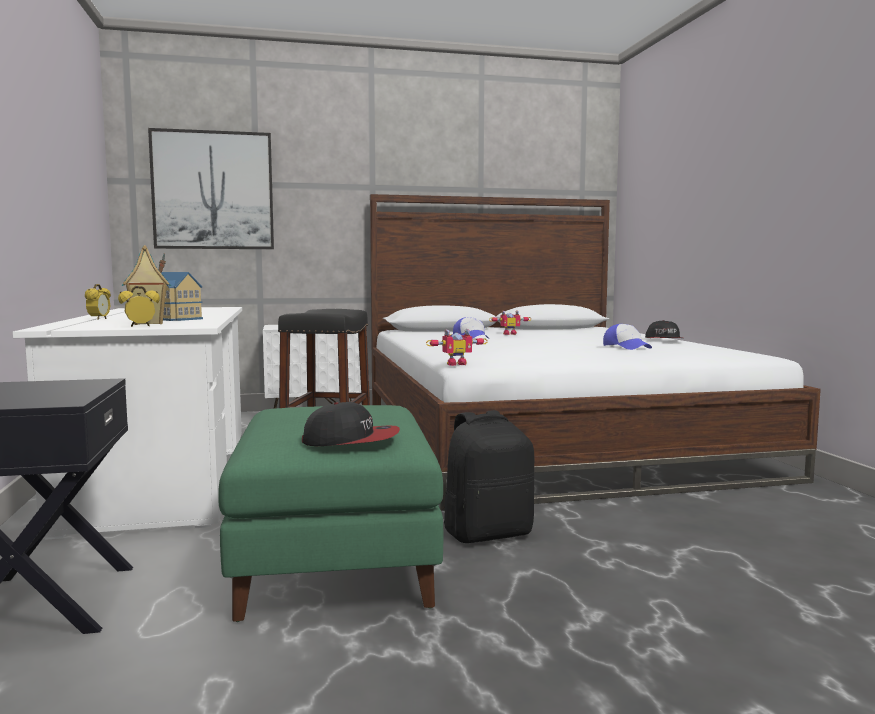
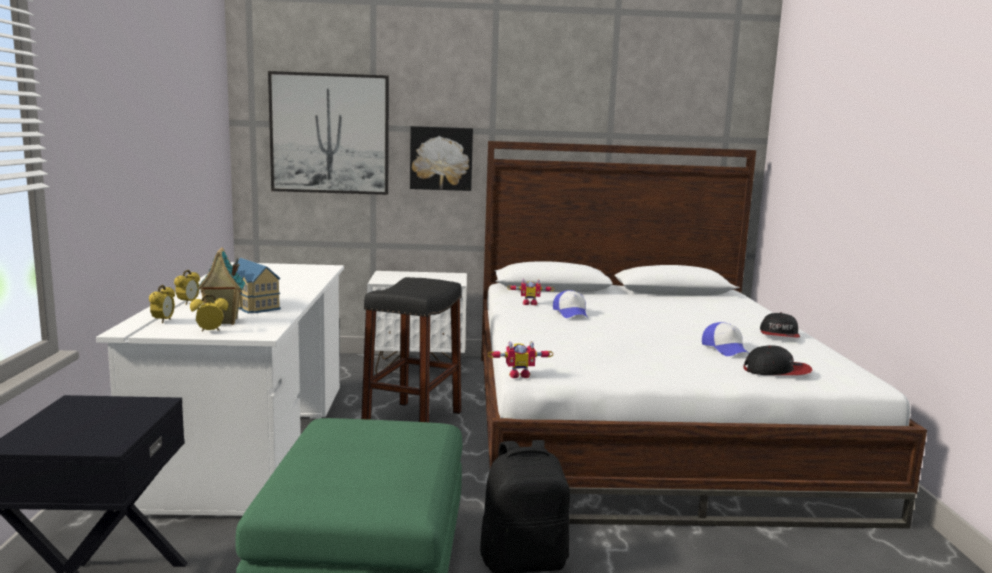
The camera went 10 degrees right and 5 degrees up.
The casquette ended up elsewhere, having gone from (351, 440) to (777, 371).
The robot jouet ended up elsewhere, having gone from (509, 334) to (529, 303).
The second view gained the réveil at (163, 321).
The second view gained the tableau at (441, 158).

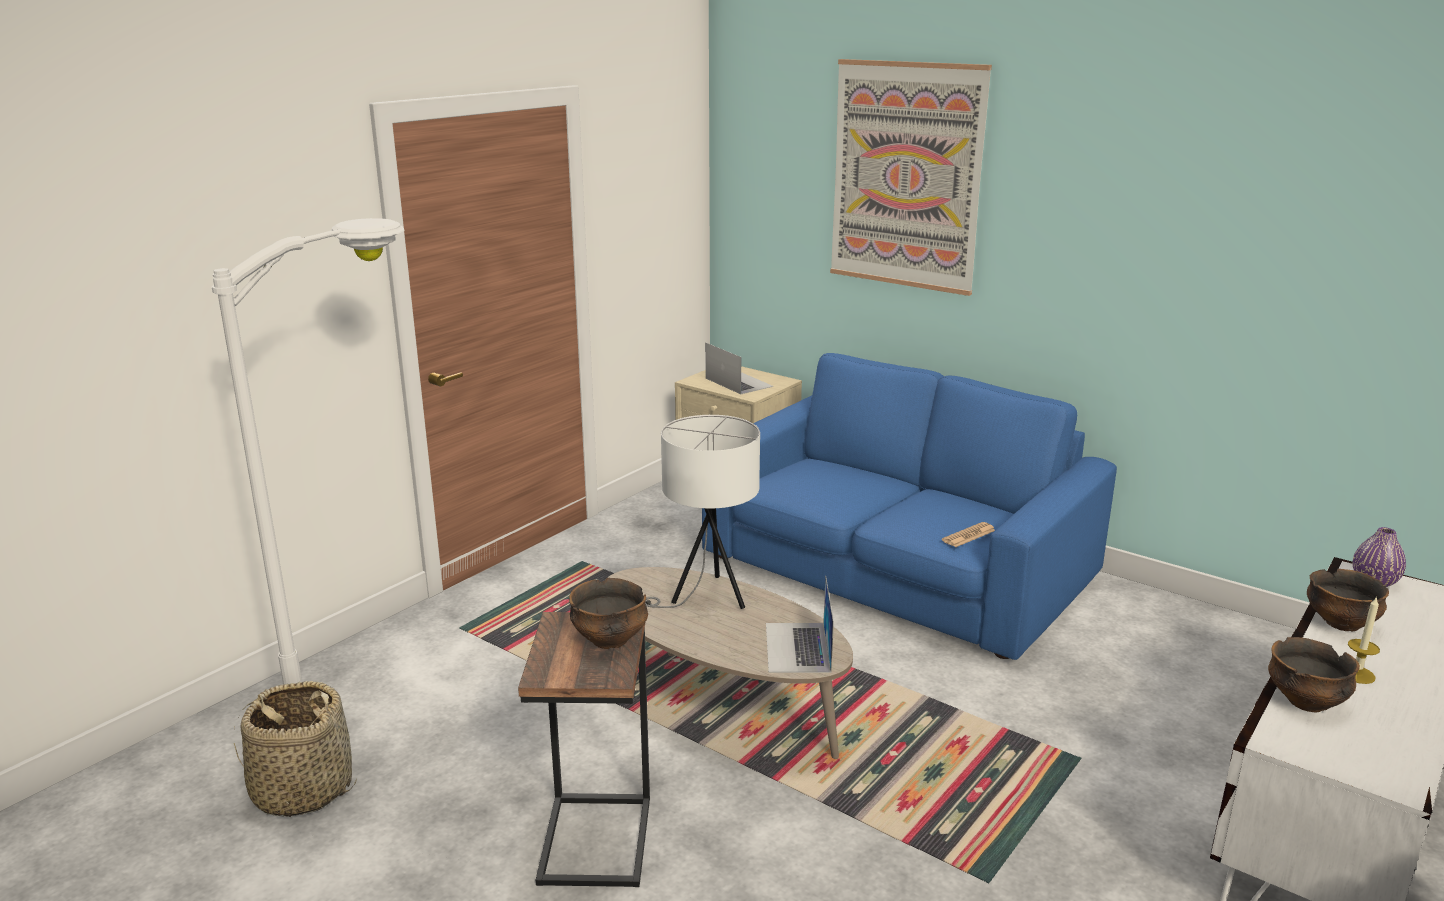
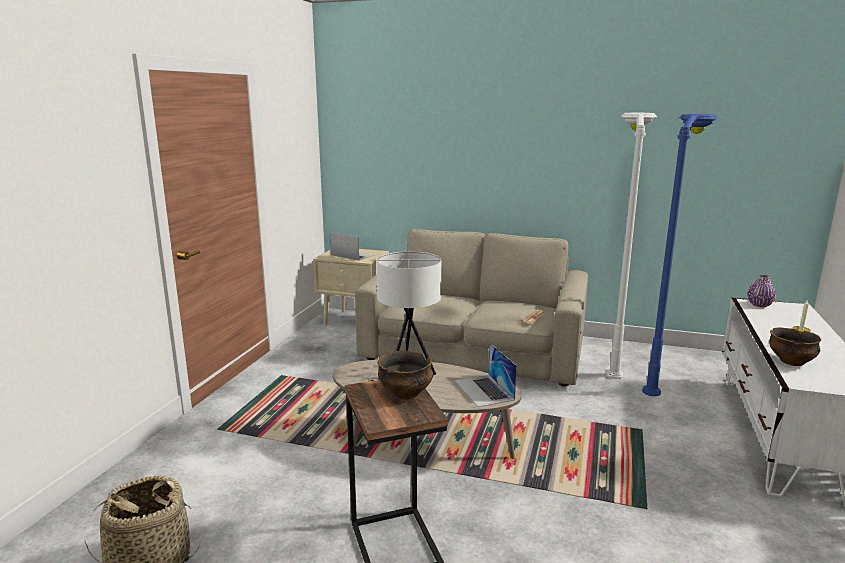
The camera went 20 degrees left and 5 degrees down.
The lampadaire/blanc ended up elsewhere, having gone from (389, 697) to (614, 354).
What was the canapé/bleu at (896, 567) turned into the canapé/beige at (474, 349).
The second view lost the tableau at (906, 176).
The second view lost the bol at (1340, 623).
The second view gained the lampadaire/bleu at (662, 371).

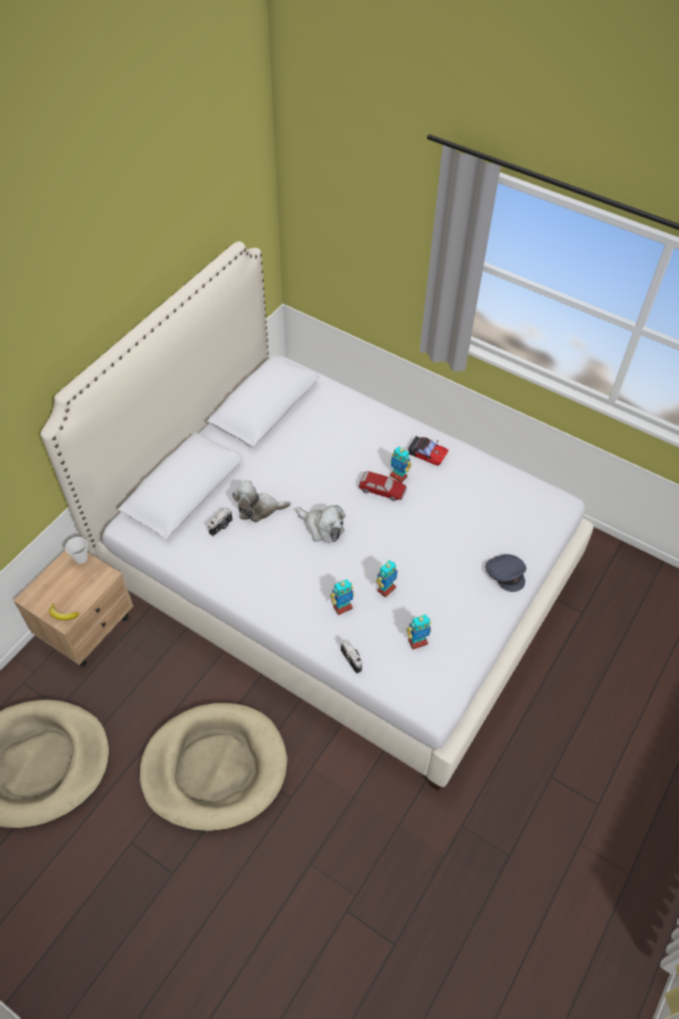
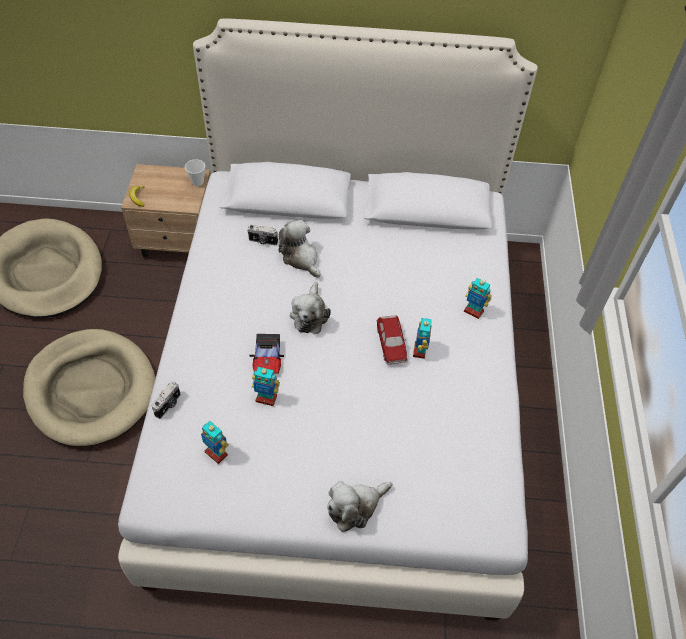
The camera went 60 degrees right and 0 degrees up.
The robot jouet ended up elsewhere, having gone from (342, 607) to (474, 311).
The petite voiture ended up elsewhere, having gone from (427, 453) to (267, 357).
Where the casquette/gris stood at (505, 574), the peluche came to stand at (355, 507).

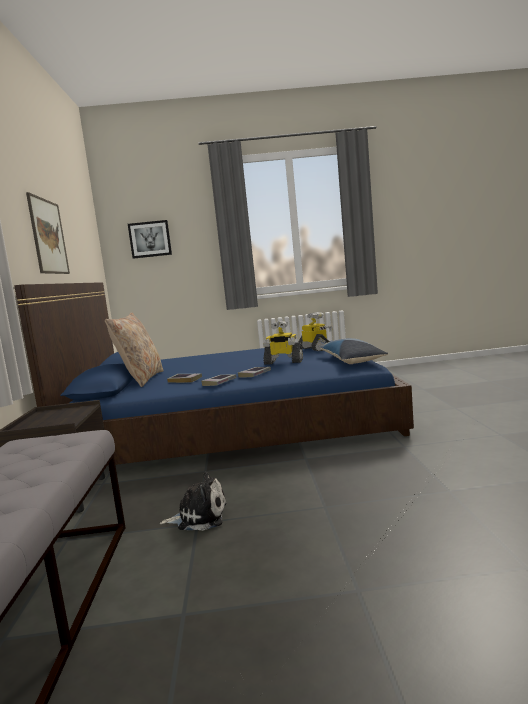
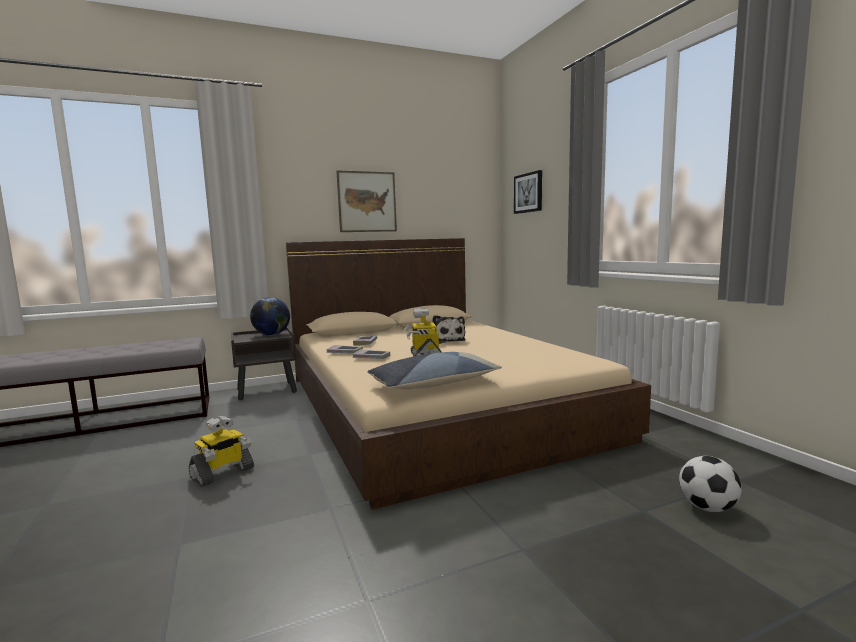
The camera went 70 degrees right and 0 degrees up.
What was the lit/bleu at (234, 419) turned into the lit/beige at (434, 404).
The second view lost the coussin/beige at (141, 379).
The peluche ended up elsewhere, having gone from (199, 517) to (446, 340).
The robot jouet ended up elsewhere, having gone from (316, 348) to (222, 473).
The second view gained the globe at (272, 334).
The second view gained the ballon de foot at (707, 508).

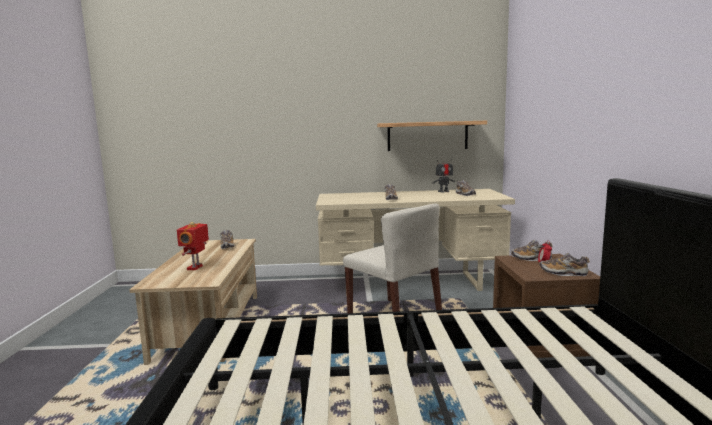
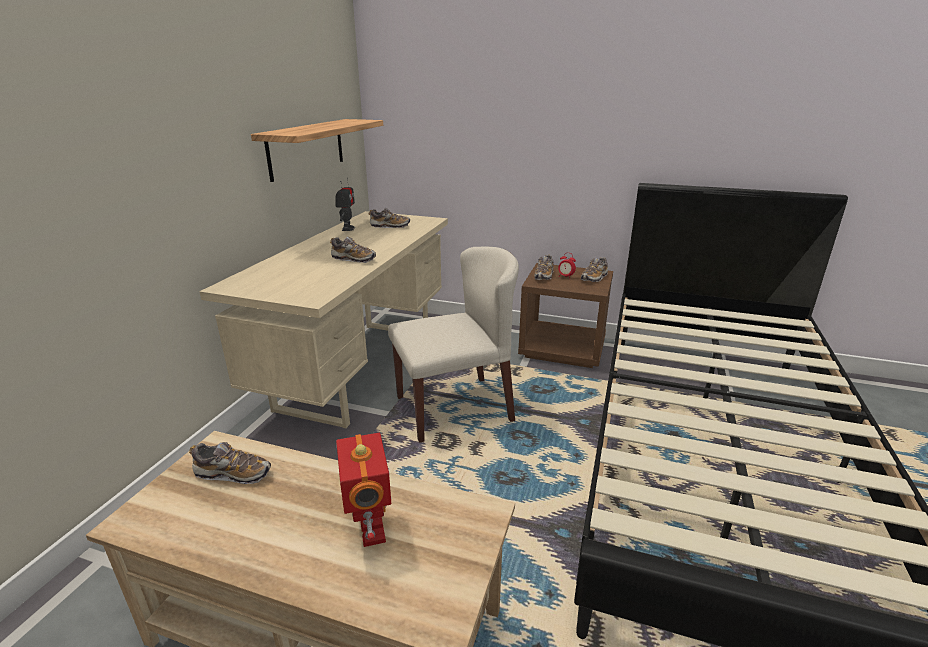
The camera went 70 degrees left and 15 degrees up.
The robot jouet at (196, 267) ended up facing another way, 135 degrees counterclockwise from before.

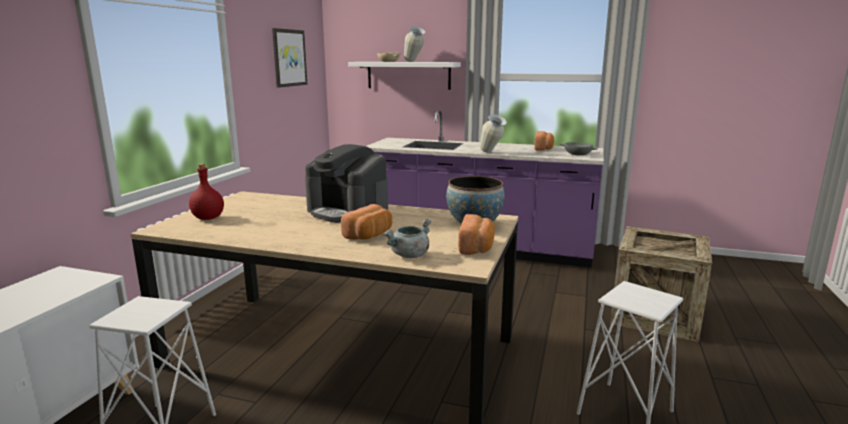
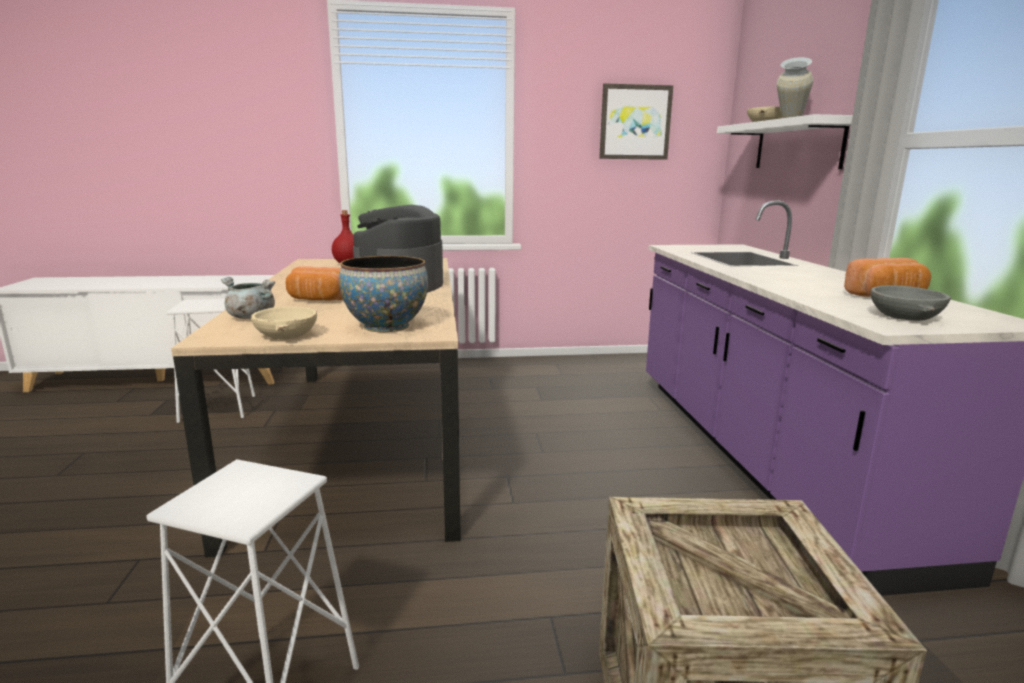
The camera went 65 degrees right and 0 degrees up.
Where the pain stood at (477, 248), the bol/beige came to stand at (285, 335).
The second view lost the vase at (491, 153).

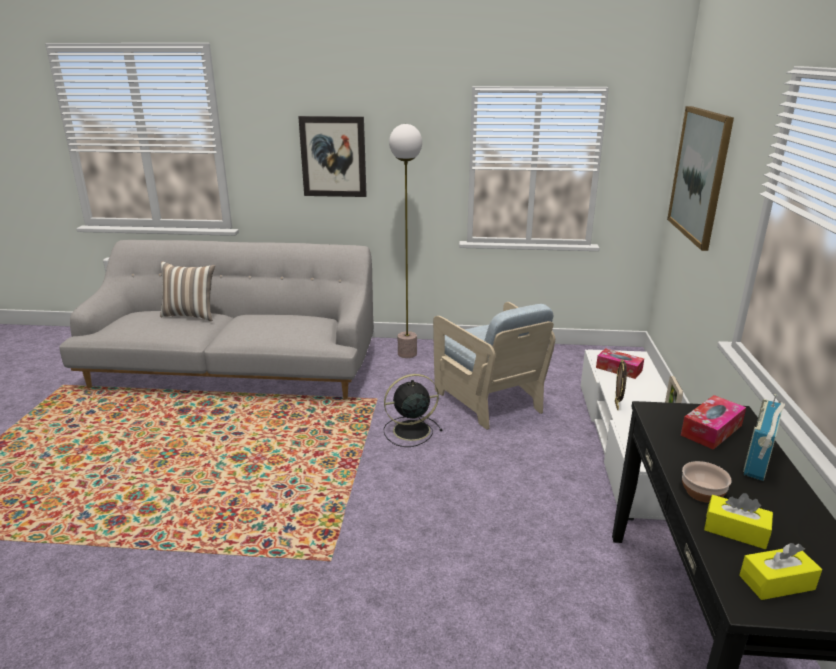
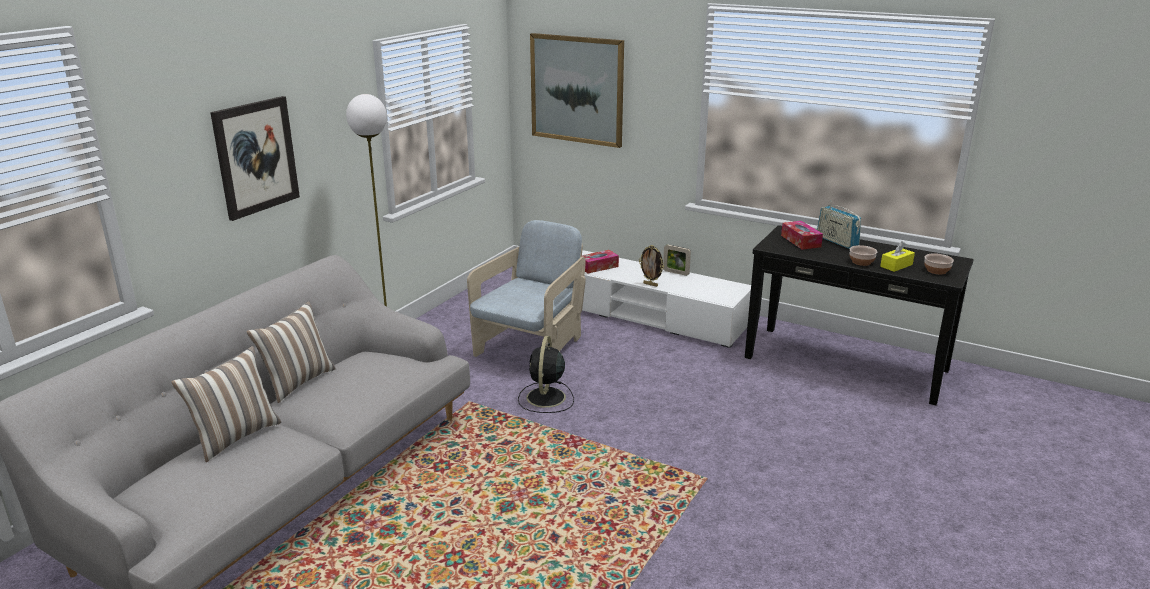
The camera went 65 degrees left and 0 degrees up.
The fauteuil/beige at (489, 400) ended up facing another way, 60 degrees counterclockwise from before.
Where the boîte à mouchoirs/jaune stood at (776, 582), the bol came to stand at (936, 270).
The second view gained the coussin at (297, 382).

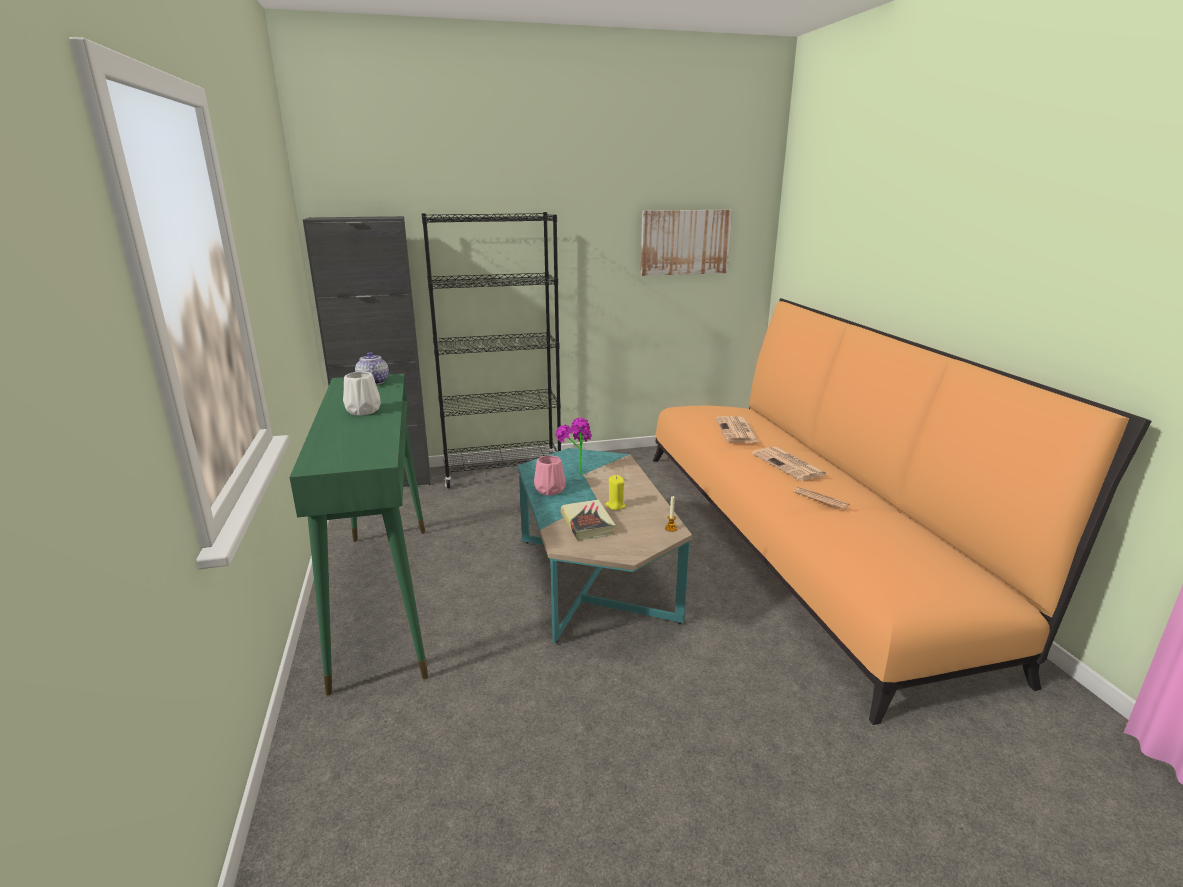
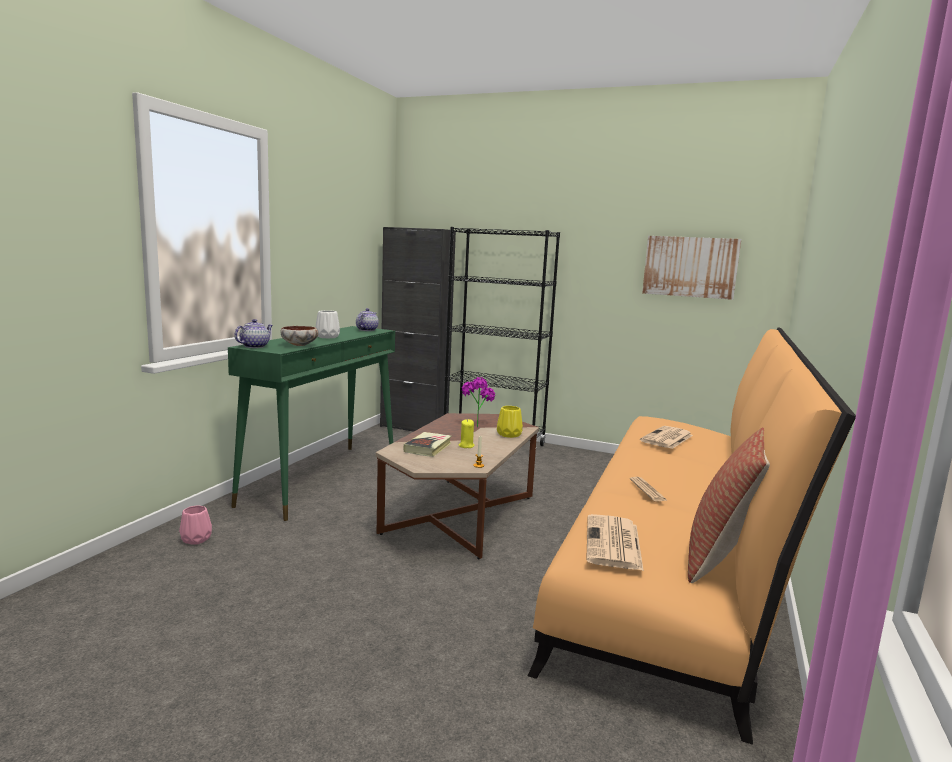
The camera went 35 degrees right and 10 degrees down.
What was the table basse/turquoise at (596, 578) turned into the table basse/marron at (461, 515).
The vase/rose ended up elsewhere, having gone from (550, 490) to (197, 539).
The journal ended up elsewhere, having gone from (789, 465) to (614, 543).
The second view gained the théière at (255, 346).
The second view gained the bol at (300, 345).
The second view gained the vase/jaune at (509, 434).
The second view gained the coussin at (722, 558).

